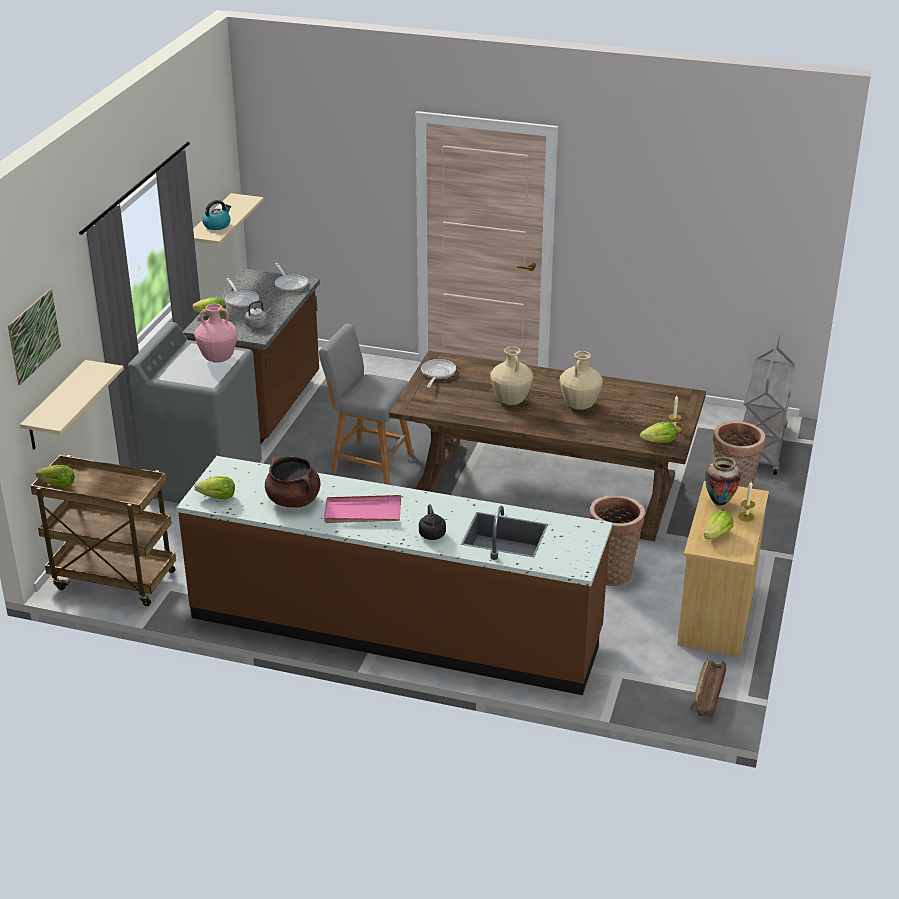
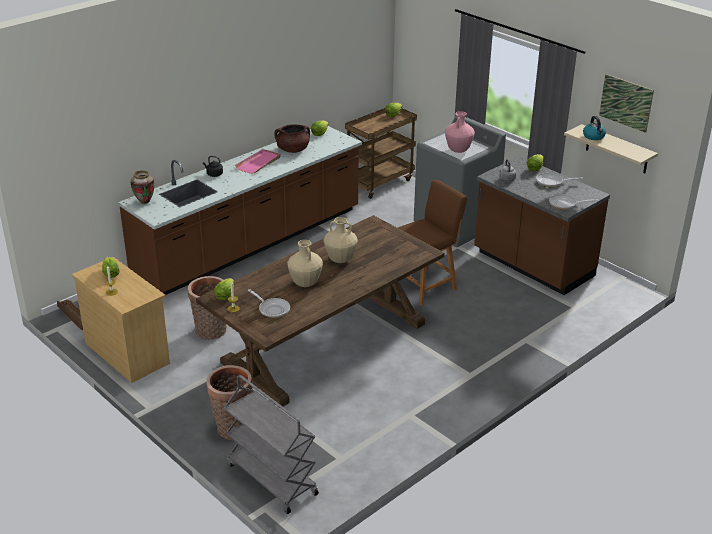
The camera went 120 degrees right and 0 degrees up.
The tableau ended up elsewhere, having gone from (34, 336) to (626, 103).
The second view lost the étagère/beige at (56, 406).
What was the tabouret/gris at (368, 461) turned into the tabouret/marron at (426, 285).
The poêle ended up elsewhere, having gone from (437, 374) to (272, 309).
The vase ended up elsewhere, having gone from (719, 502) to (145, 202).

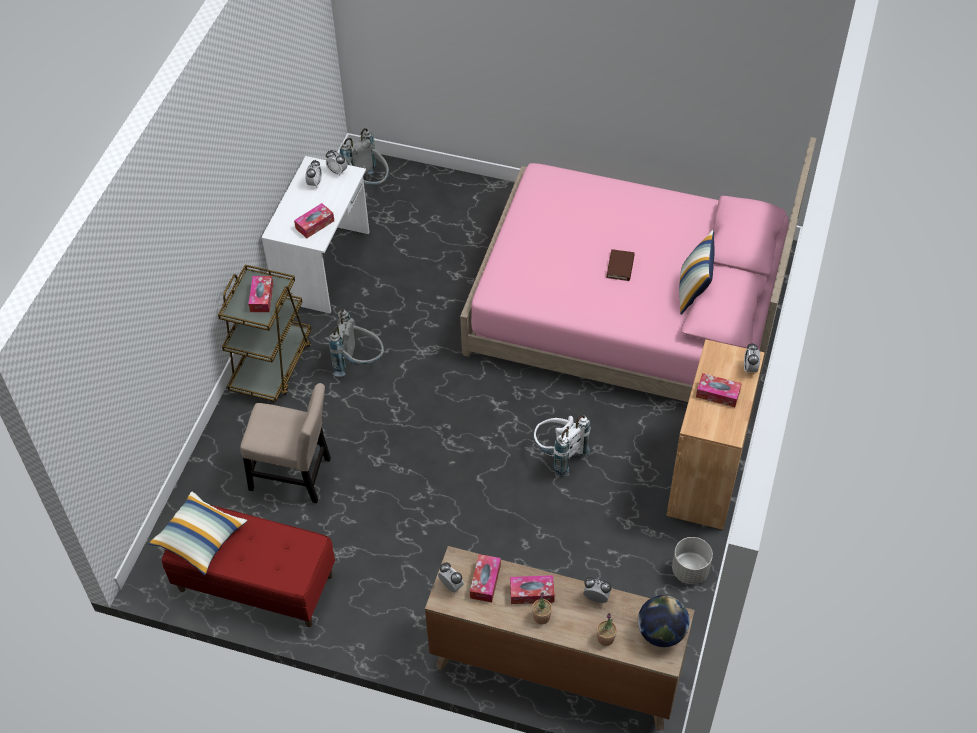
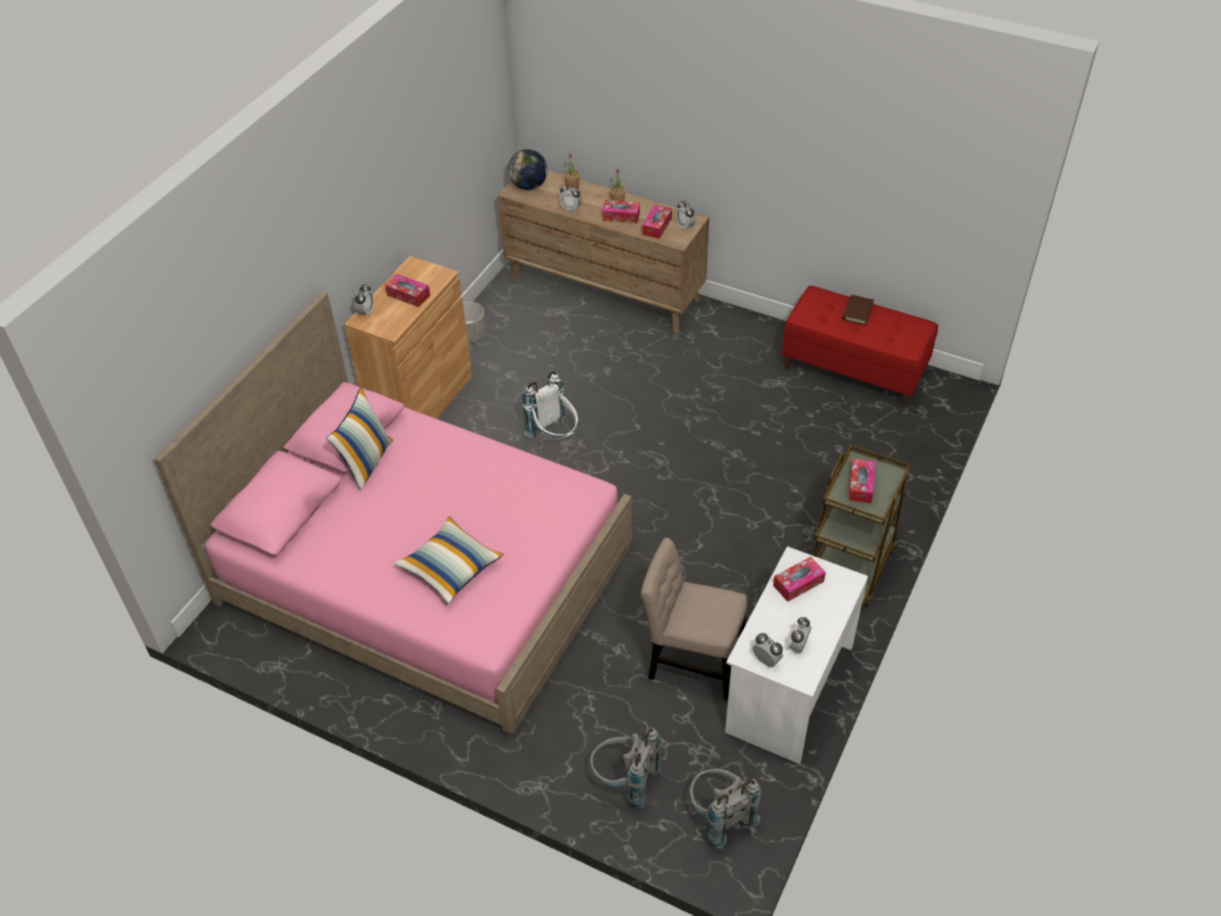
The camera went 170 degrees left and 5 degrees down.
The coussin ended up elsewhere, having gone from (200, 539) to (450, 567).
The chaise/beige ended up elsewhere, having gone from (294, 476) to (691, 663).
The sac à dos/gris ended up elsewhere, having gone from (359, 363) to (624, 782).
The livre/marron ended up elsewhere, having gone from (620, 267) to (857, 311).

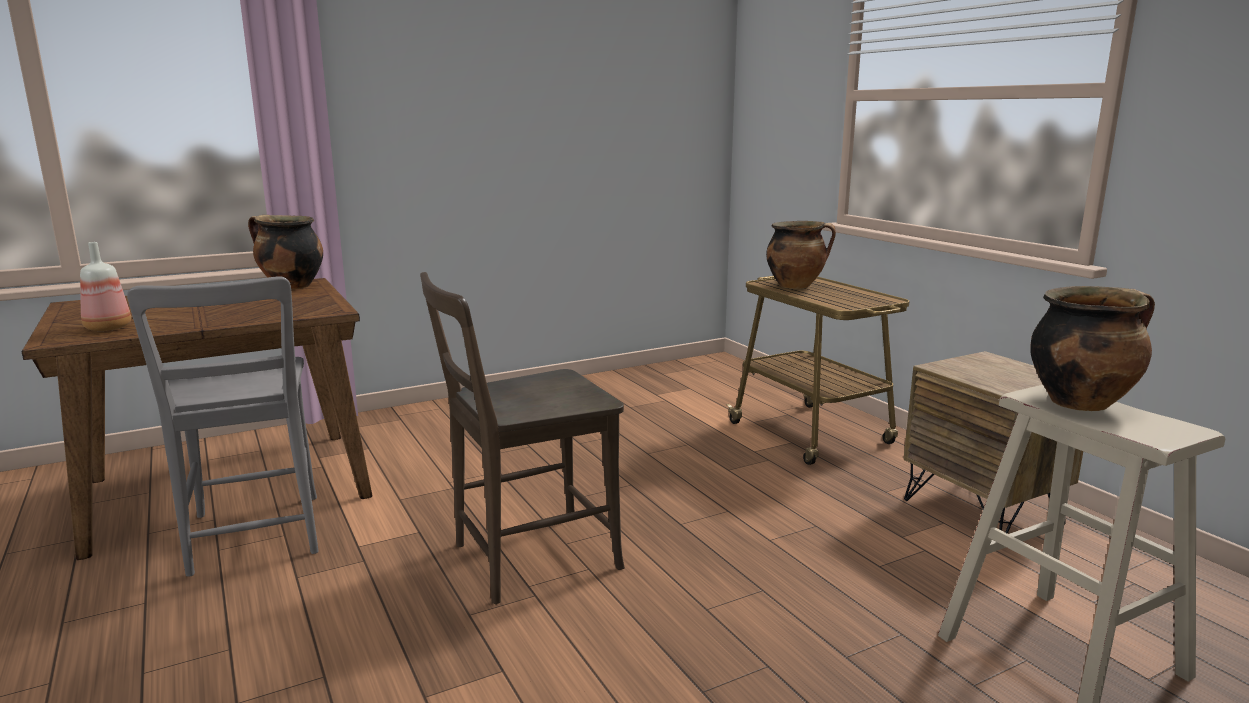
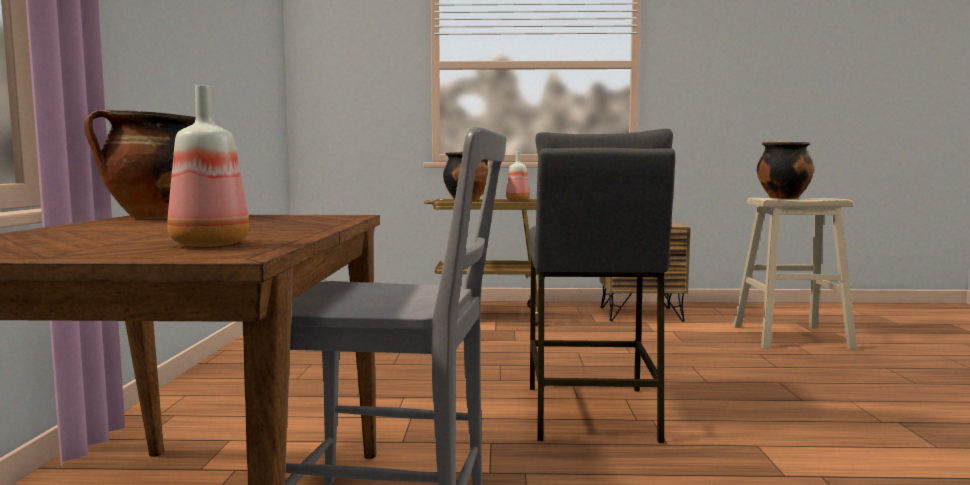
The camera went 60 degrees left and 10 degrees down.
Where the chaise/marron stood at (527, 558), the tabouret/gris came to stand at (590, 413).
The second view gained the bouteille at (517, 200).

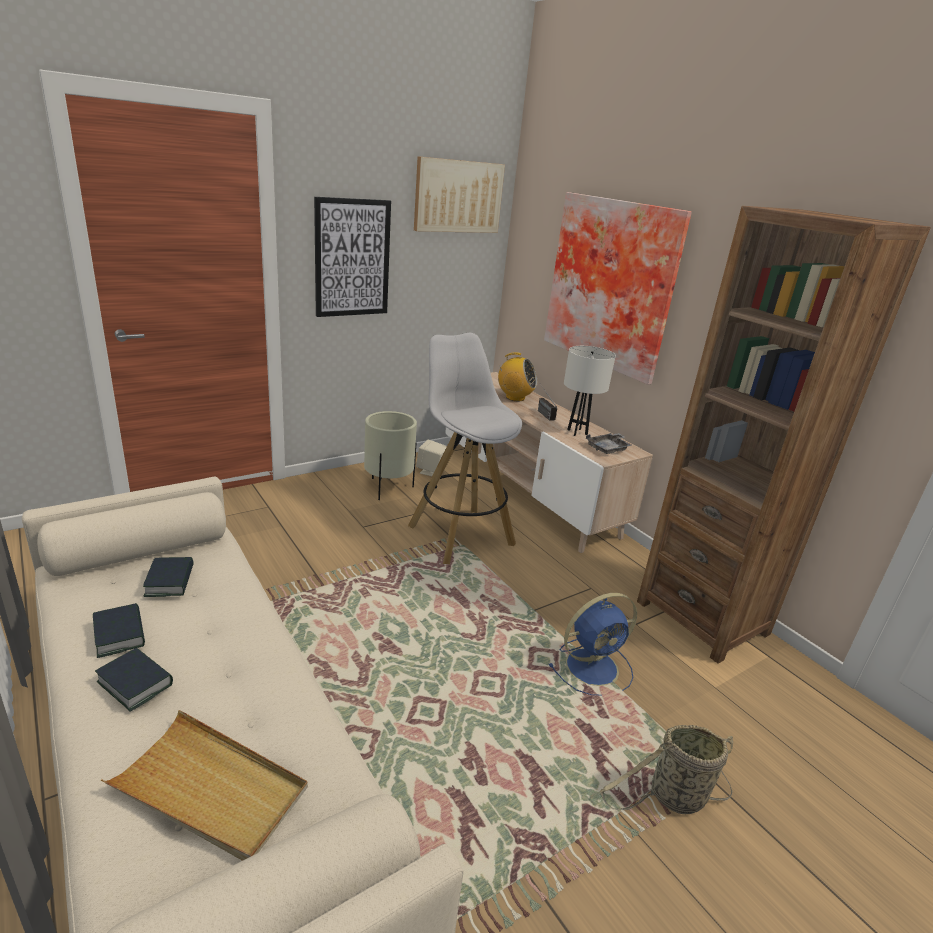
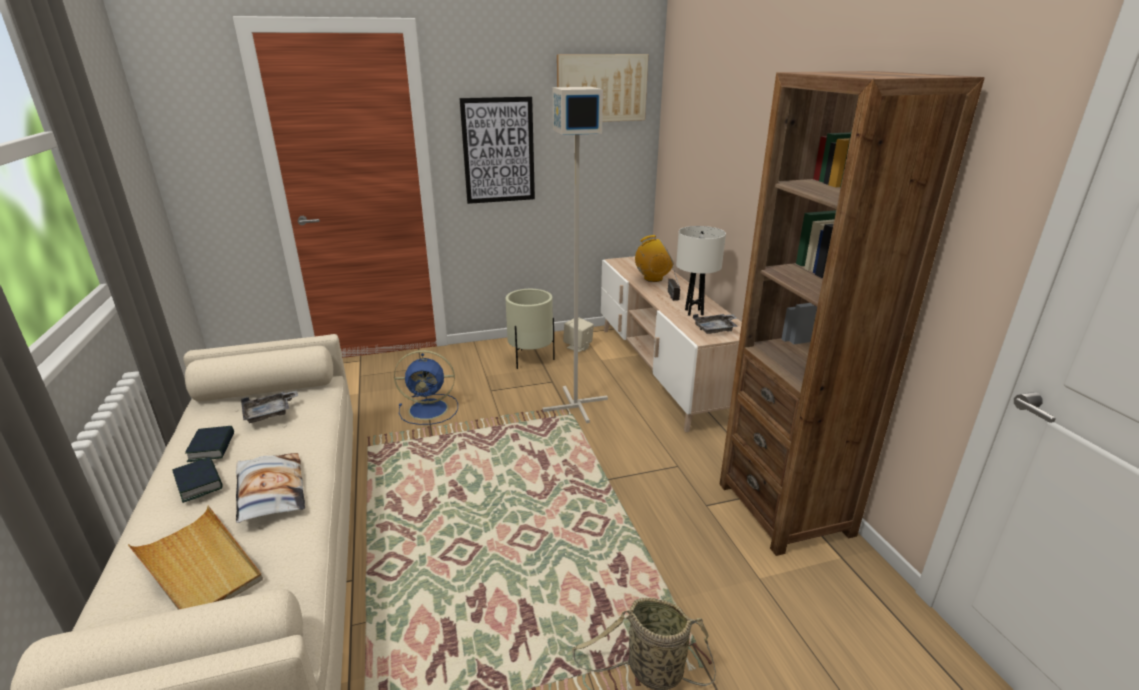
The camera went 20 degrees right and 0 degrees up.
Where the livre stood at (170, 581), the plateau/gris came to stand at (270, 413).
Where the tabouret/blanc stood at (460, 534), the lampadaire/gris came to stand at (574, 404).
The radio at (515, 398) ended up facing another way, 45 degrees counterclockwise from before.
The second view lost the tableau at (613, 284).
The ventilateur/bleu ended up elsewhere, having gone from (593, 666) to (430, 409).
The second view gained the coussin at (270, 492).

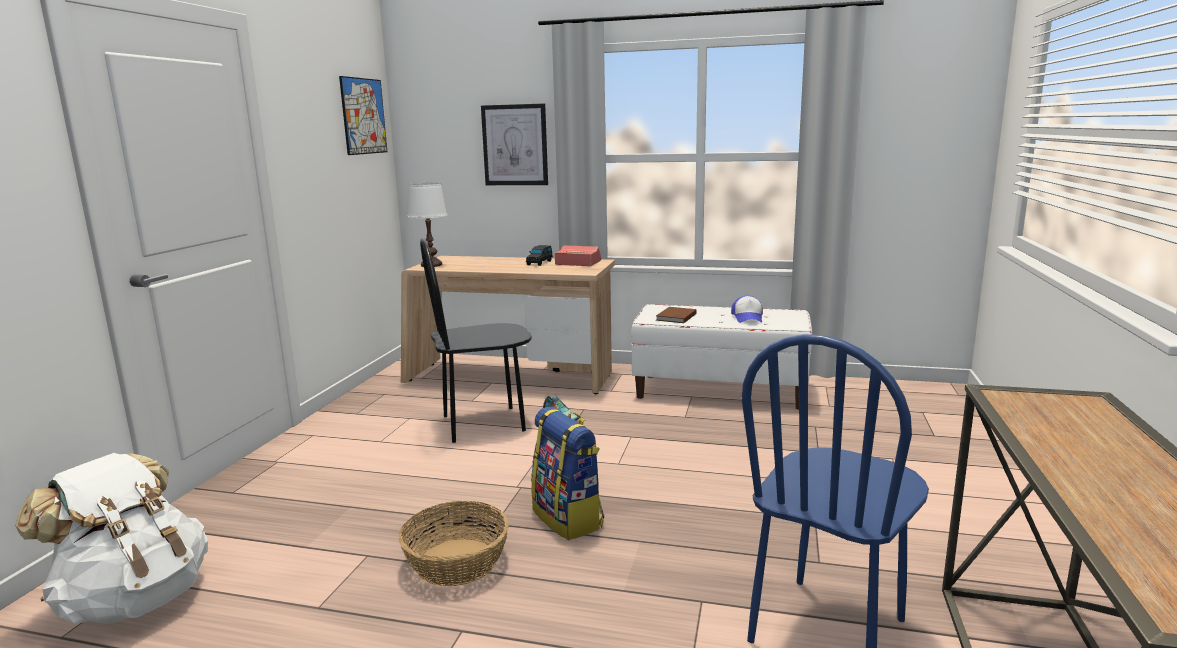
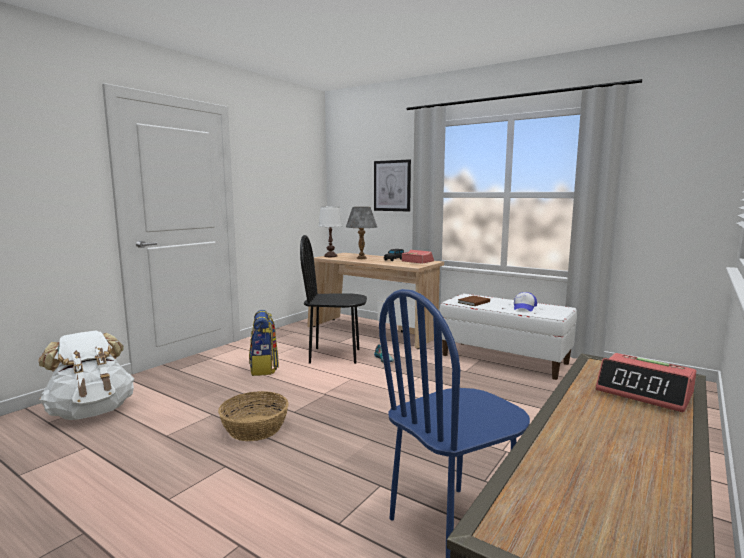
The camera went 20 degrees right and 5 degrees down.
The second view lost the tableau at (363, 116).
The sac à dos ended up elsewhere, having gone from (569, 518) to (264, 368).
The second view gained the lampe de table/gris at (361, 258).
The second view gained the réveil at (645, 392).

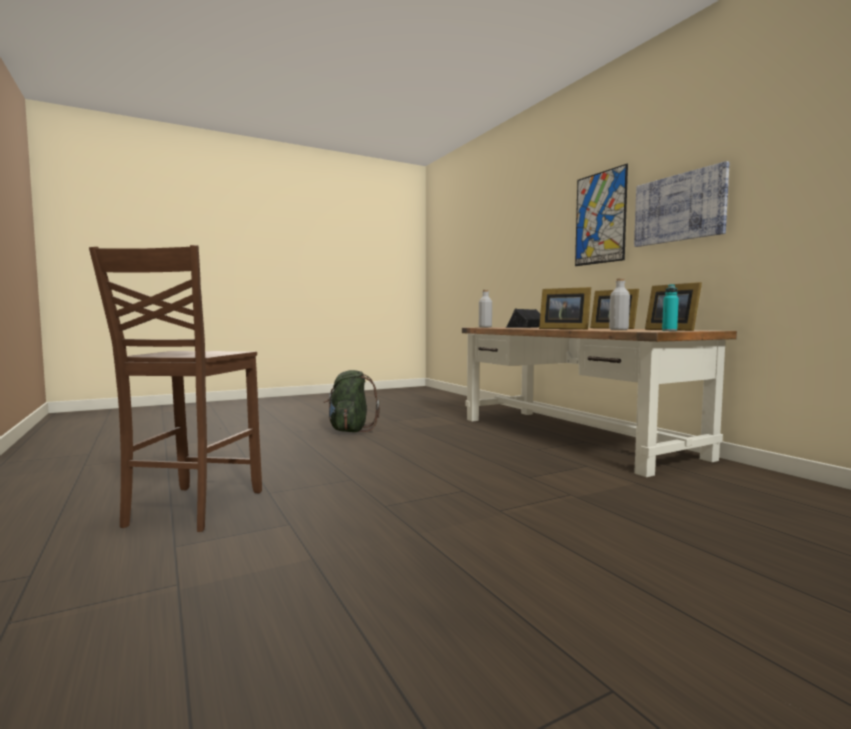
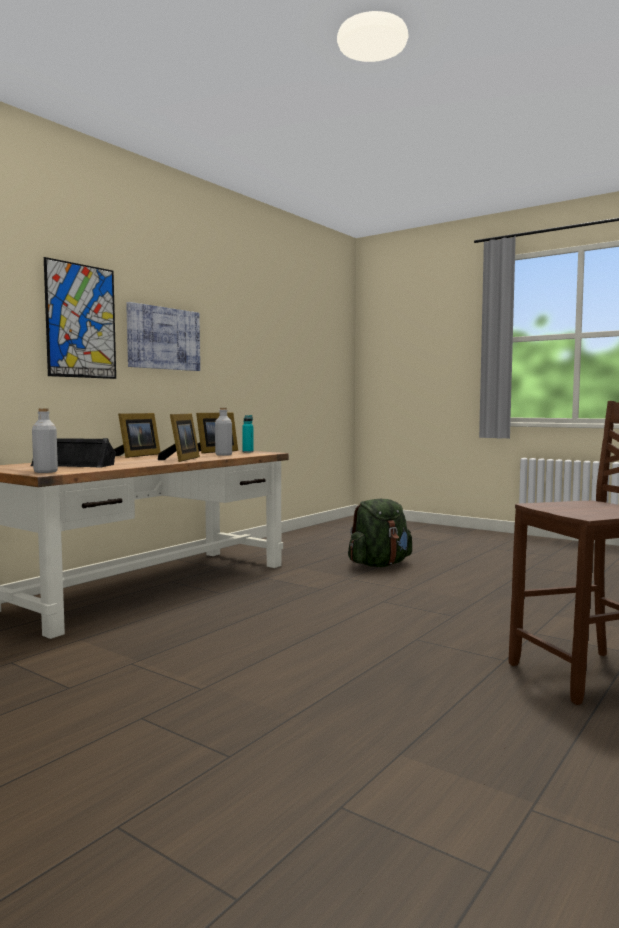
The camera went 115 degrees left and 0 degrees up.
The sac à dos/vert ended up elsewhere, having gone from (350, 430) to (379, 565).

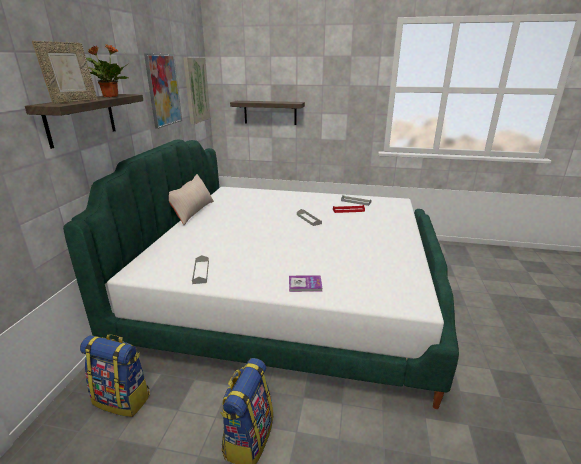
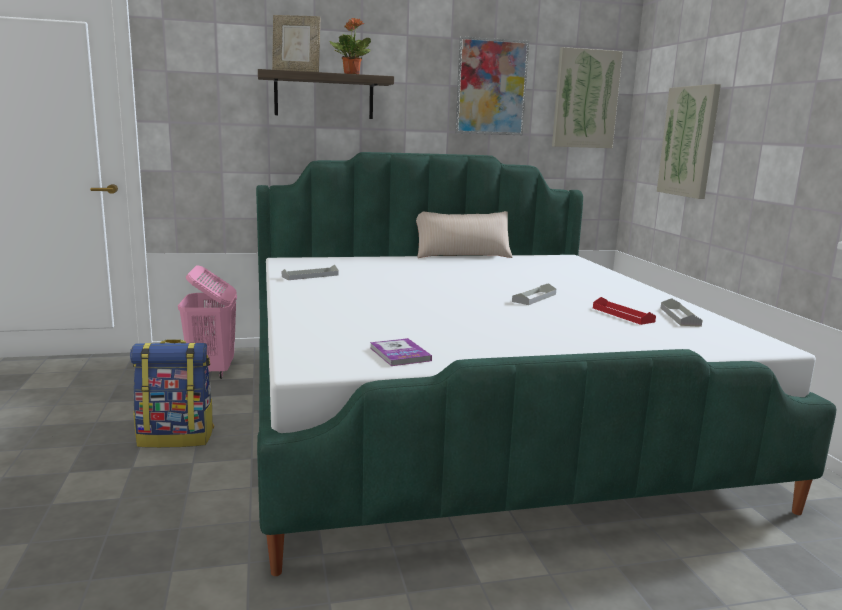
The camera went 65 degrees right and 10 degrees down.
Where the sac à dos stood at (123, 399), the panier à linge/rose came to stand at (212, 371).
Where the étagère hung at (270, 112), the tableau came to hang at (689, 141).
The livre ended up elsewhere, having gone from (305, 284) to (400, 354).

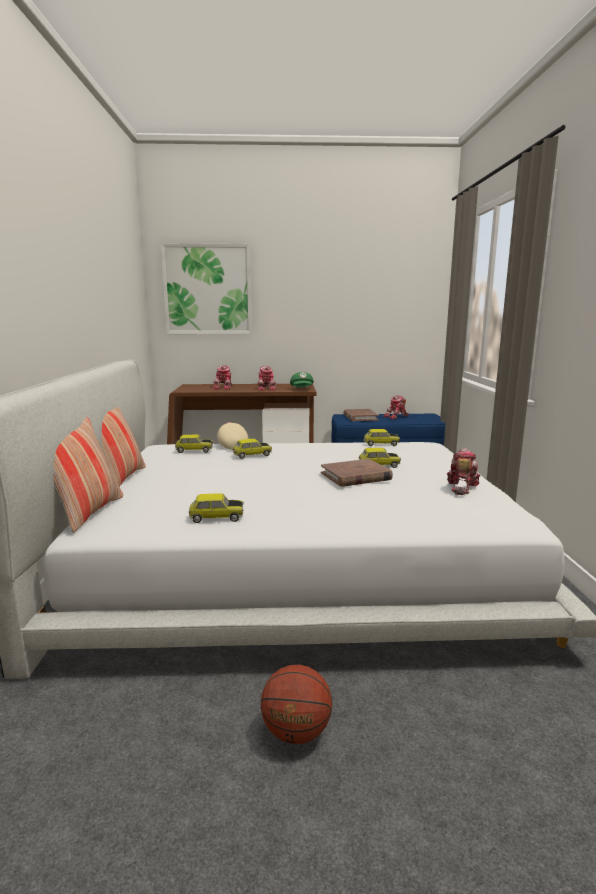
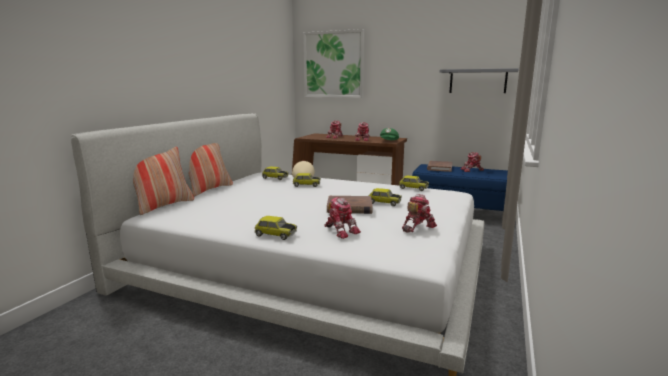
The camera went 25 degrees right and 0 degrees up.
The petite voiture ended up elsewhere, having gone from (216, 517) to (275, 235).
The second view lost the ballon de basket at (296, 732).
The second view gained the robot jouet at (340, 230).
The second view gained the étagère/gris at (477, 81).

